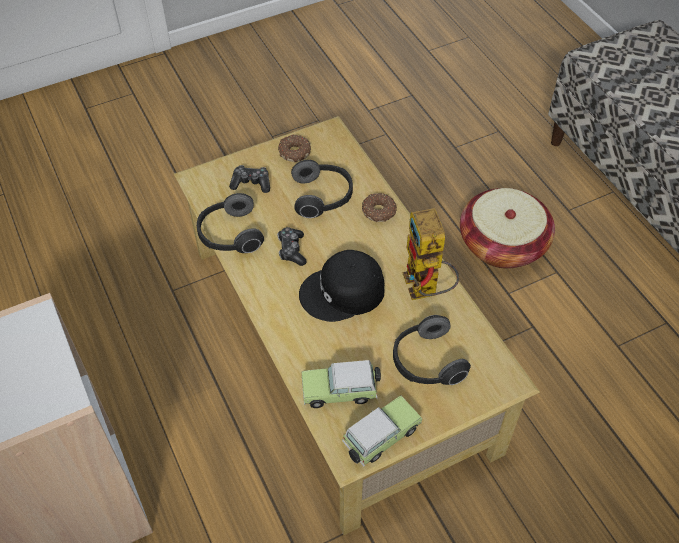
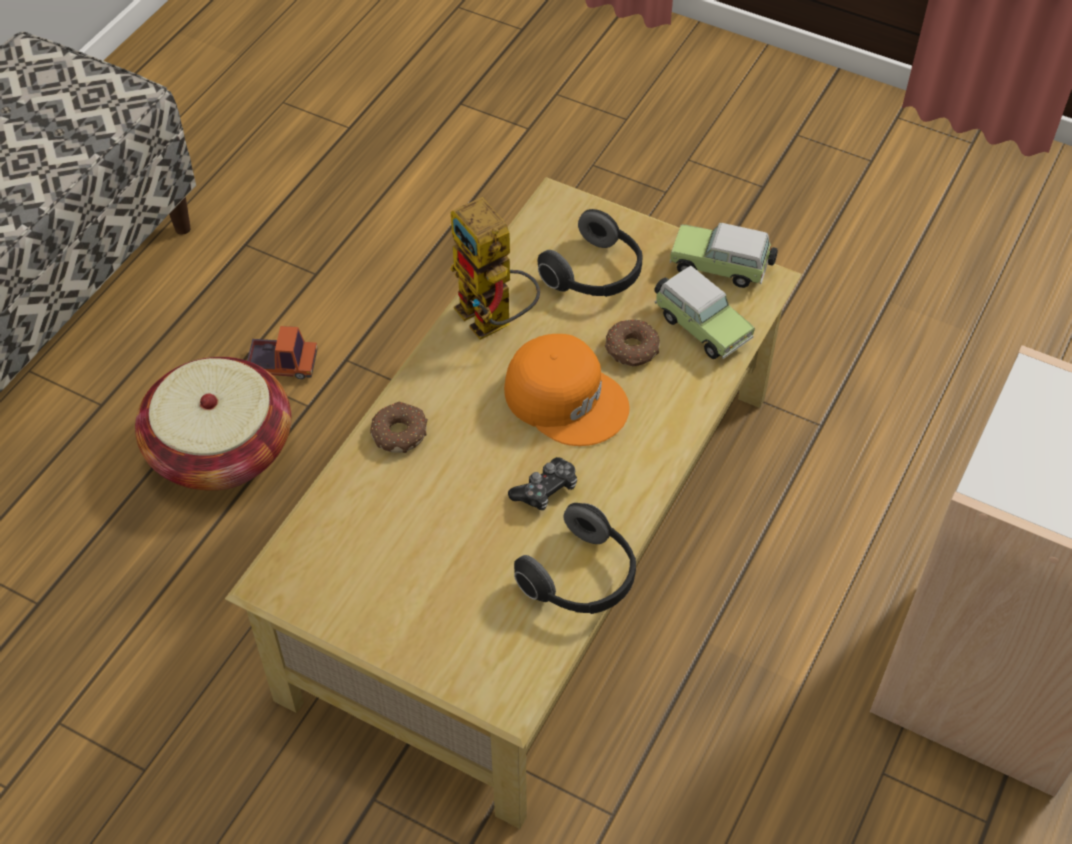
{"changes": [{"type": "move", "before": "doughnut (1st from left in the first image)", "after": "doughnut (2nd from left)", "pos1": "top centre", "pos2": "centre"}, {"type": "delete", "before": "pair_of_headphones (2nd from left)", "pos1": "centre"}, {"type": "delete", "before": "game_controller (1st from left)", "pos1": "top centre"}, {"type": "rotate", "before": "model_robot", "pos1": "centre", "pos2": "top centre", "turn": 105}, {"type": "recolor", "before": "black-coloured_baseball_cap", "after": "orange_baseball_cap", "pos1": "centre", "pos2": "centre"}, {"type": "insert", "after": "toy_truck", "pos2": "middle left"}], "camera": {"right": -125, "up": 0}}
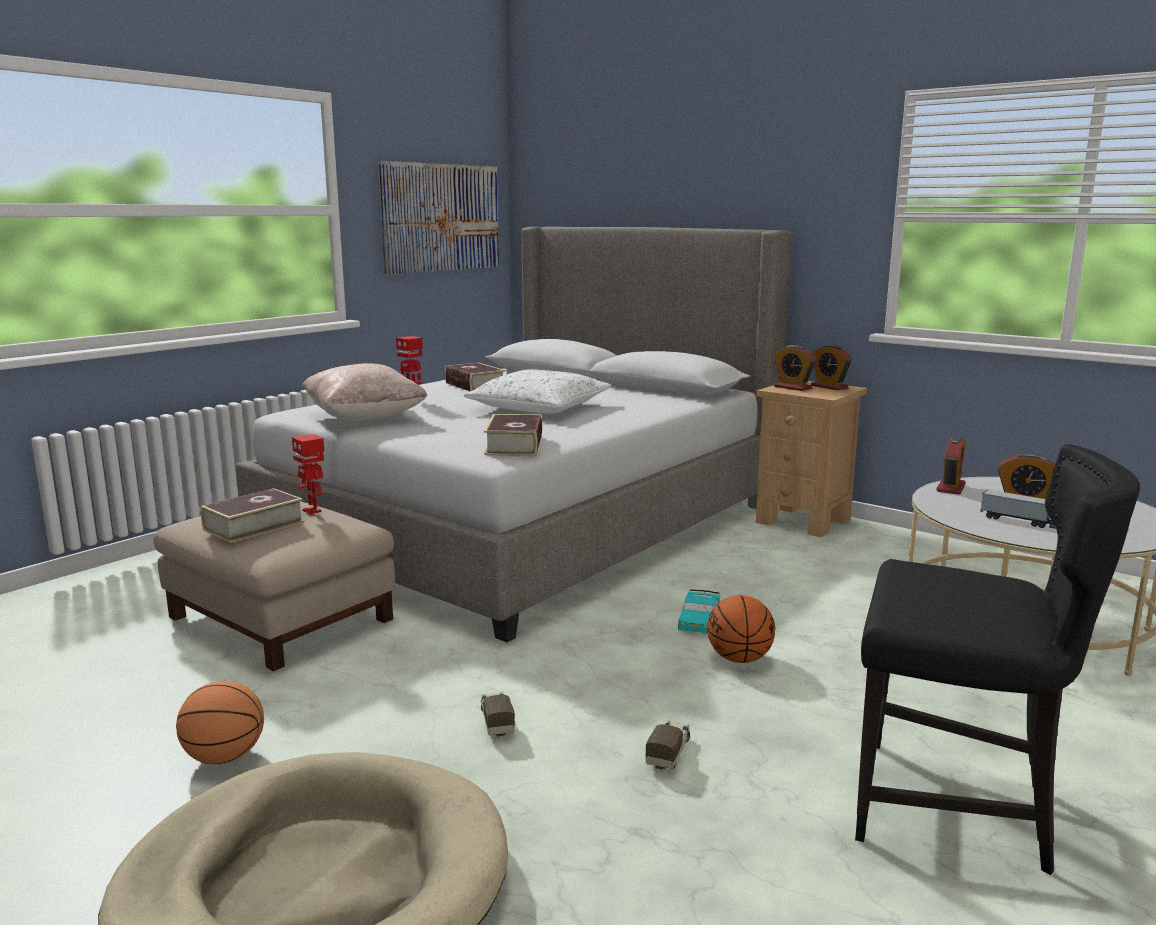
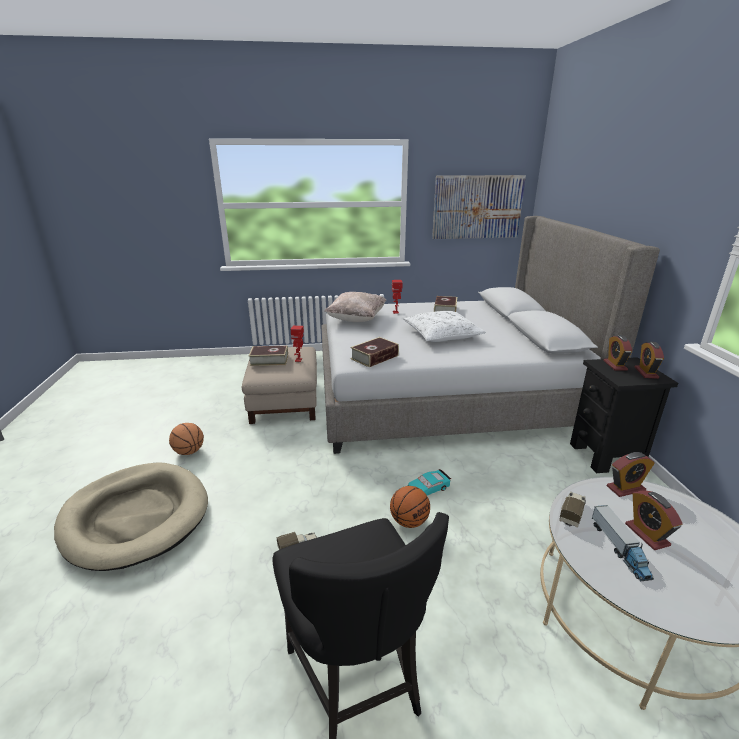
{"changes": [{"type": "recolor", "before": "sand-coloured_night_table", "after": "black-coloured_night_table", "pos1": "middle right", "pos2": "middle right"}, {"type": "move", "before": "toy_truck (1st from left in the first image)", "after": "toy_truck (2nd from left)", "pos1": "bottom centre", "pos2": "bottom right"}], "camera": {"right": 45, "up": 10}}
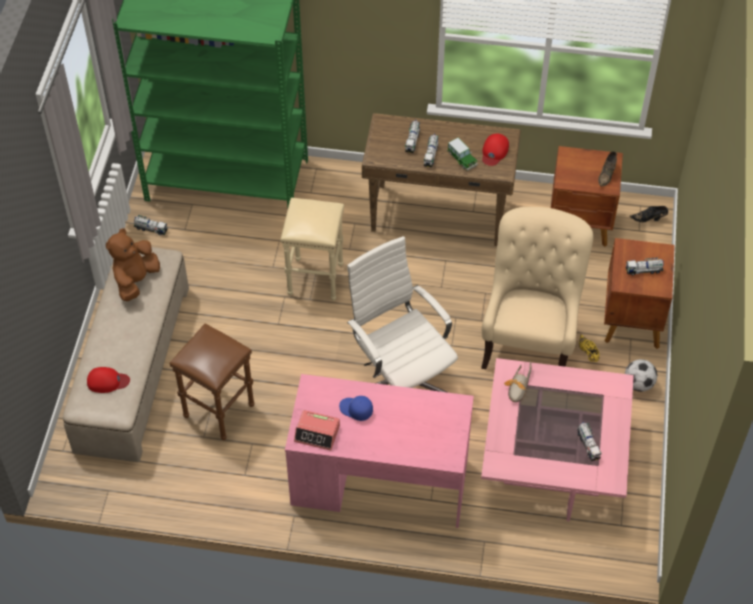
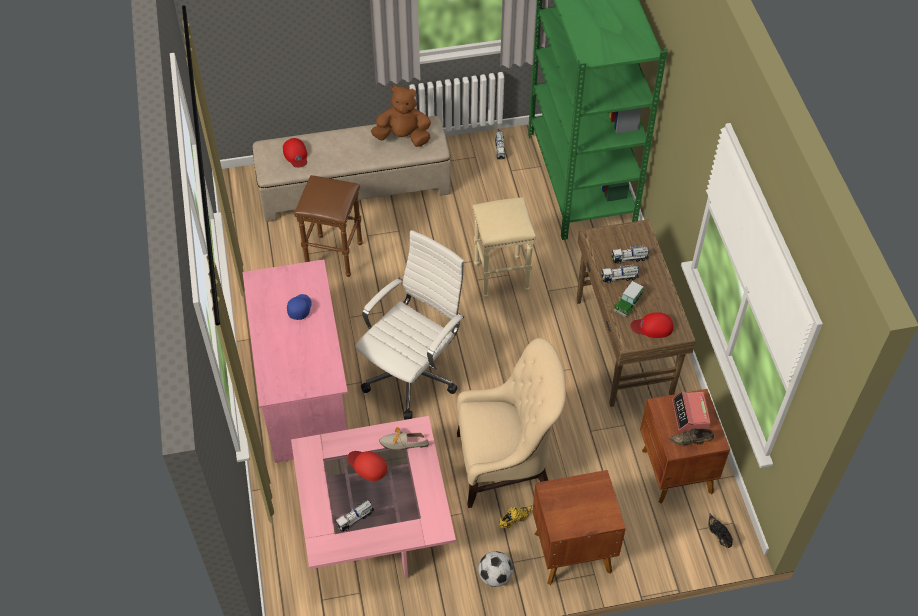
{"changes": [{"type": "delete", "before": "toy_truck (5th from left)", "pos1": "middle right"}, {"type": "move", "before": "bedside_clock", "pos1": "bottom centre", "pos2": "bottom right"}, {"type": "insert", "after": "red_baseball_cap (2nd from left)", "pos2": "bottom centre"}], "camera": {"right": 70, "up": 0}}
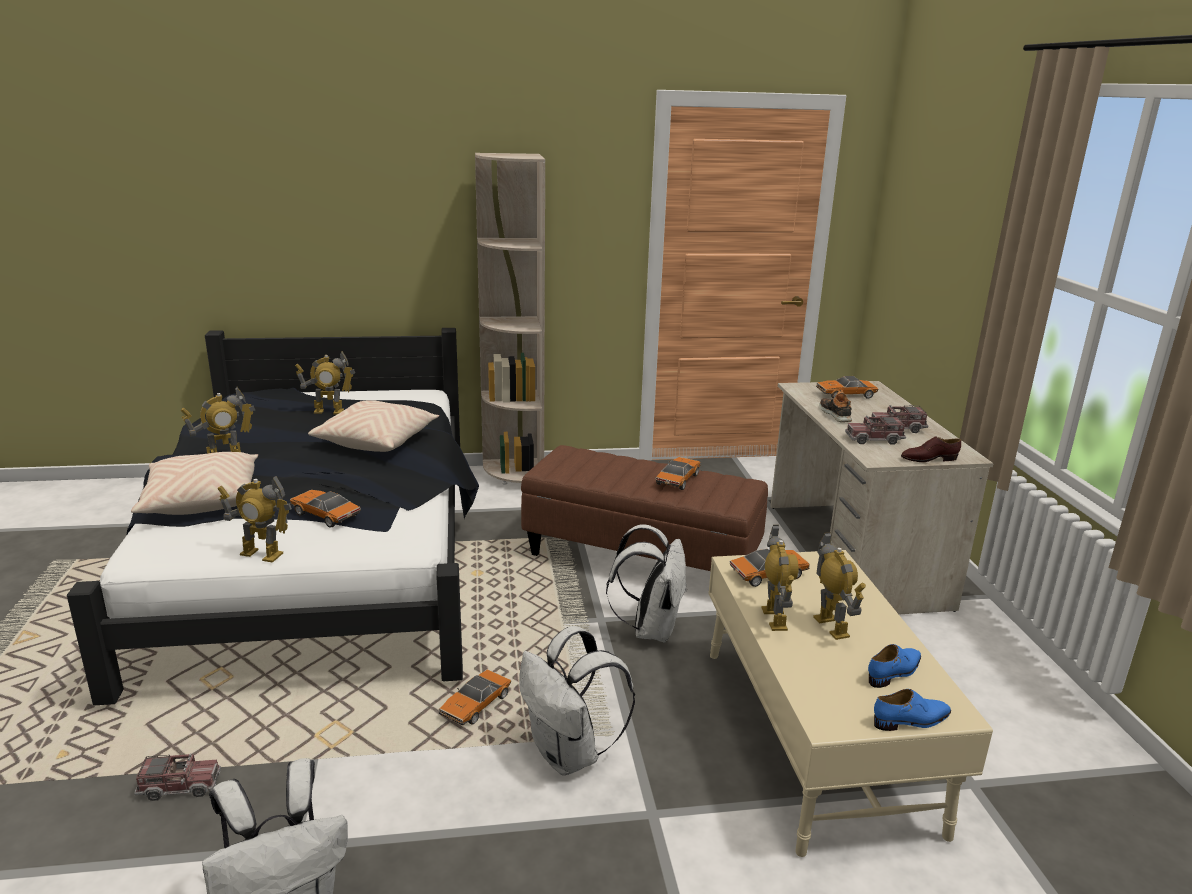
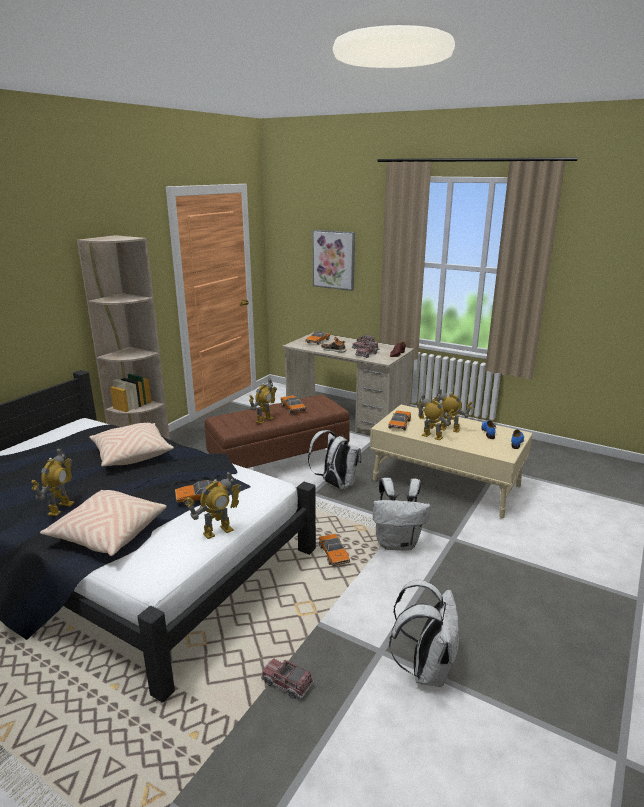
{"changes": [{"type": "move", "before": "model_robot (3rd from left)", "pos1": "middle left", "pos2": "centre"}, {"type": "rotate", "before": "toy_truck (1st from left)", "pos1": "bottom left", "pos2": "bottom centre", "turn": -90}, {"type": "insert", "after": "picture", "pos2": "top centre"}], "camera": {"right": -50, "up": 0}}
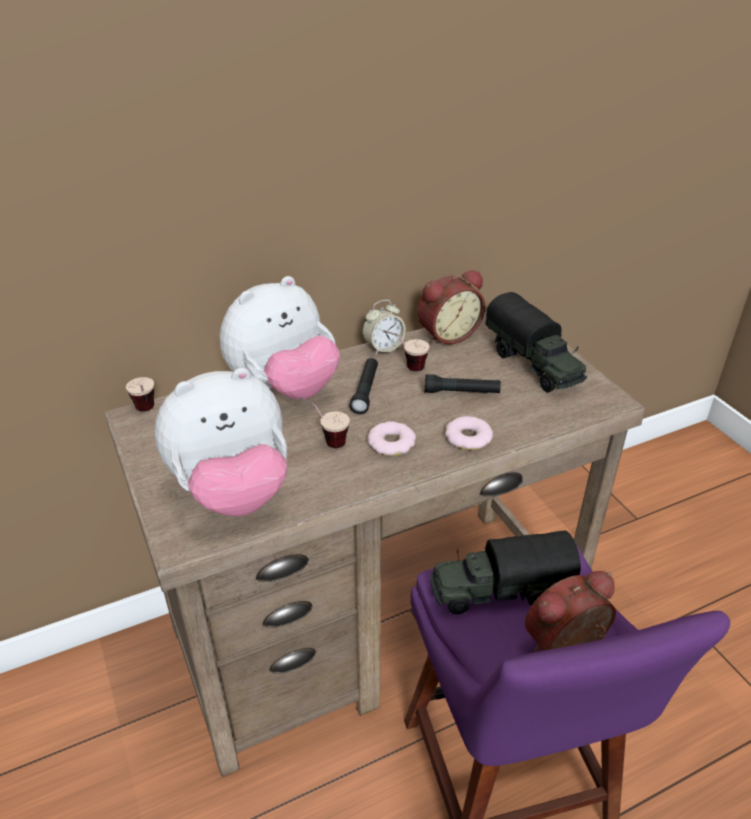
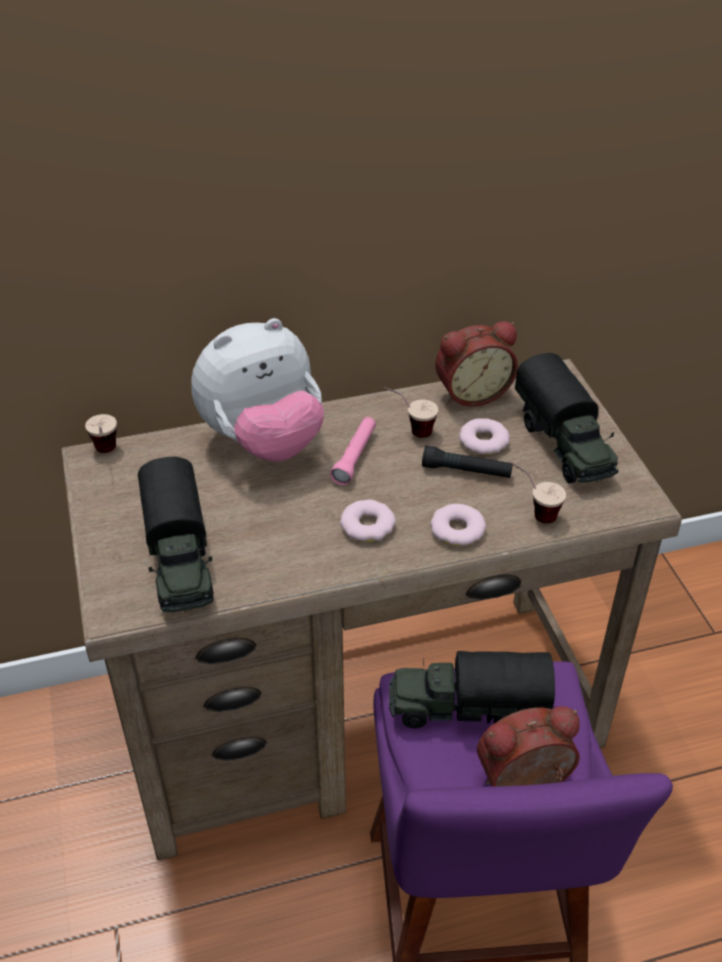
{"changes": [{"type": "delete", "before": "bedside_clock (1st from left)", "pos1": "centre"}, {"type": "recolor", "before": "black-coloured_torch (1st from left)", "after": "pinkish_torch", "pos1": "centre", "pos2": "centre"}, {"type": "replace", "before": "cuddly_toy (1st from left)", "after": "toy_truck (1st from left)", "pos1": "middle left", "pos2": "middle left"}, {"type": "move", "before": "cup (2nd from left in the first image)", "after": "cup (3rd from left)", "pos1": "centre", "pos2": "middle right"}, {"type": "insert", "after": "doughnut (3rd from left)", "pos2": "middle right"}], "camera": {"right": 10, "up": 5}}
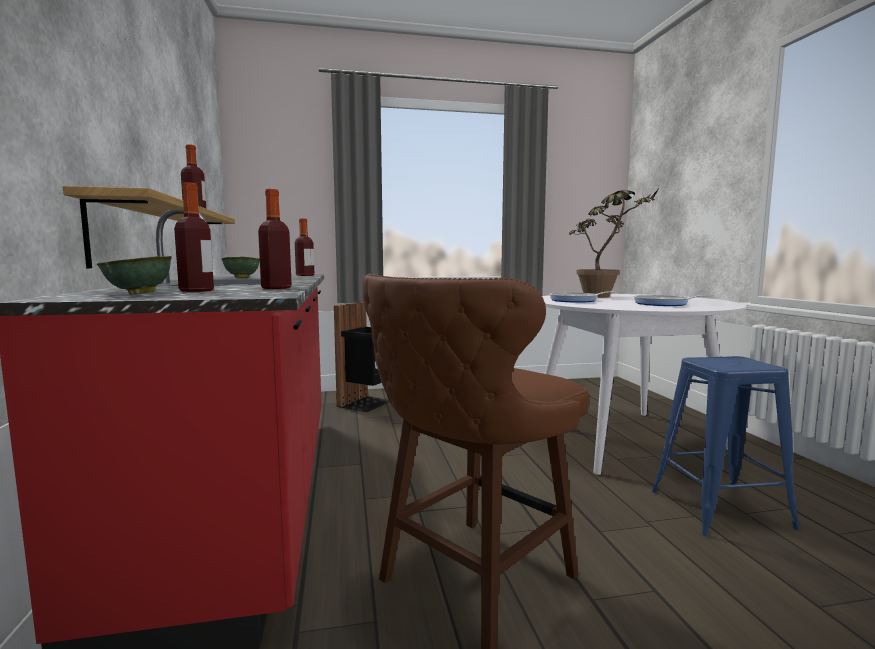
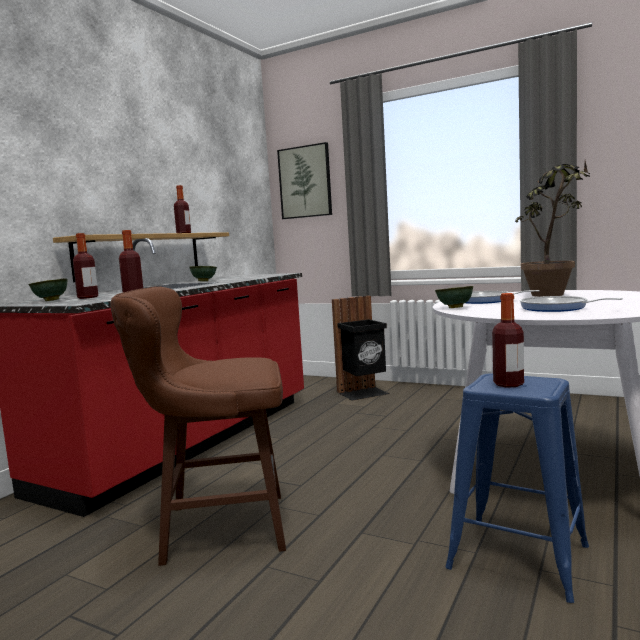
{"changes": [{"type": "move", "before": "bottle (4th from left)", "pos1": "centre", "pos2": "middle right"}, {"type": "insert", "after": "picture", "pos2": "top centre"}, {"type": "insert", "after": "greenish_serving_bowl (3rd from left)", "pos2": "middle right"}], "camera": {"right": 40, "up": 0}}
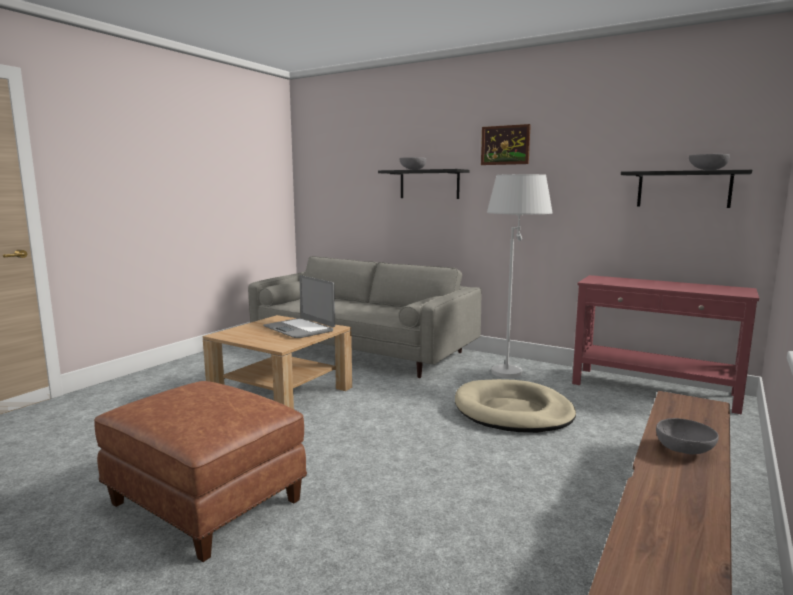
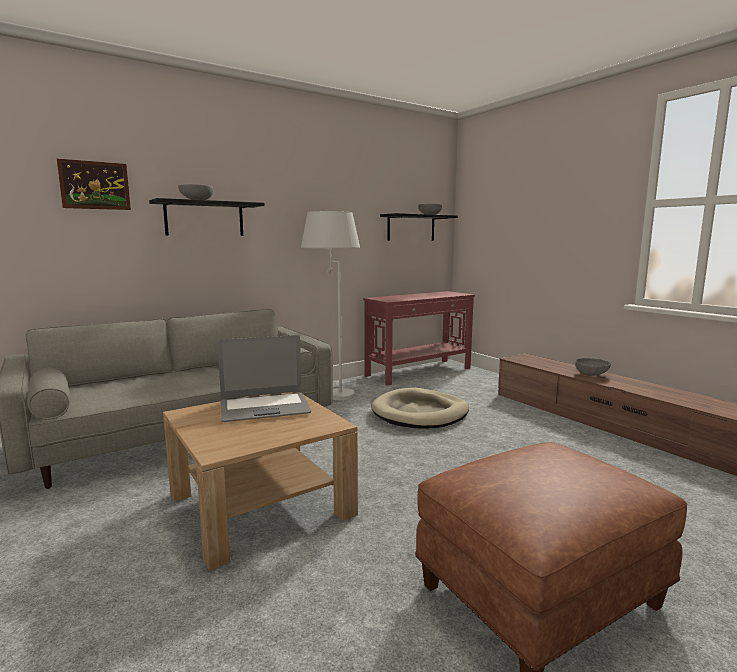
{"changes": [{"type": "move", "before": "picture", "pos1": "top centre", "pos2": "top left"}], "camera": {"right": -65, "up": 0}}
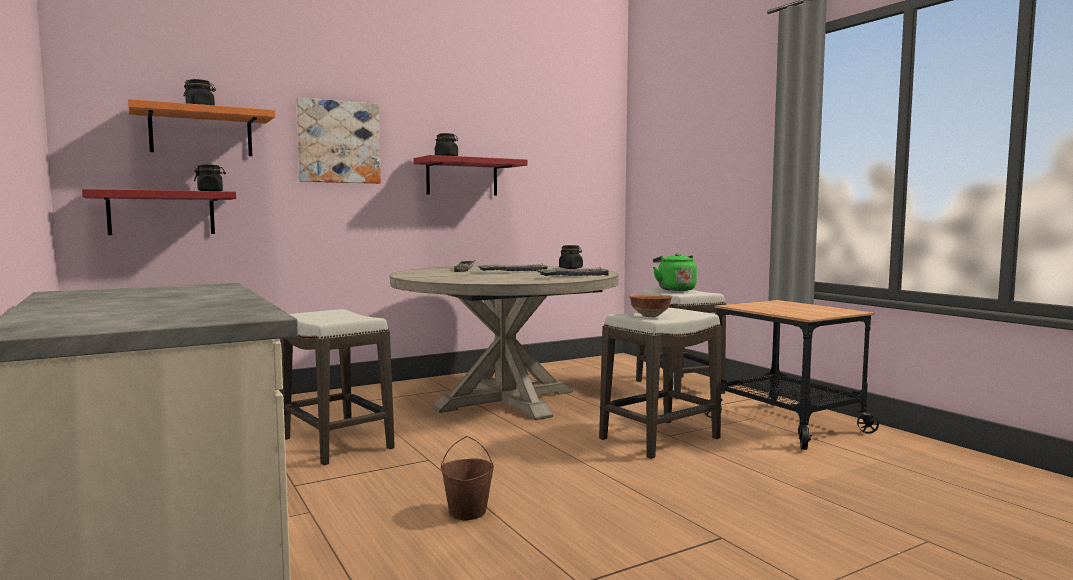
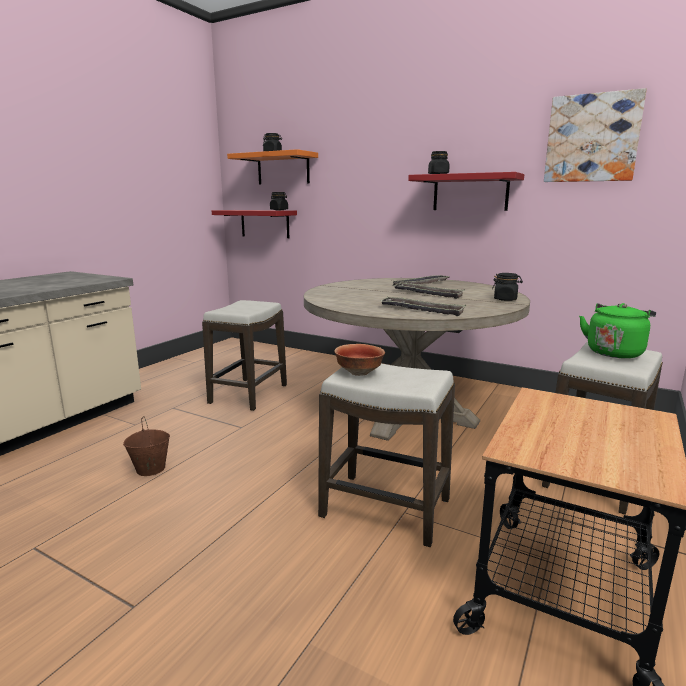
{"changes": [{"type": "move", "before": "picture", "pos1": "top left", "pos2": "top right"}], "camera": {"right": 60, "up": 10}}
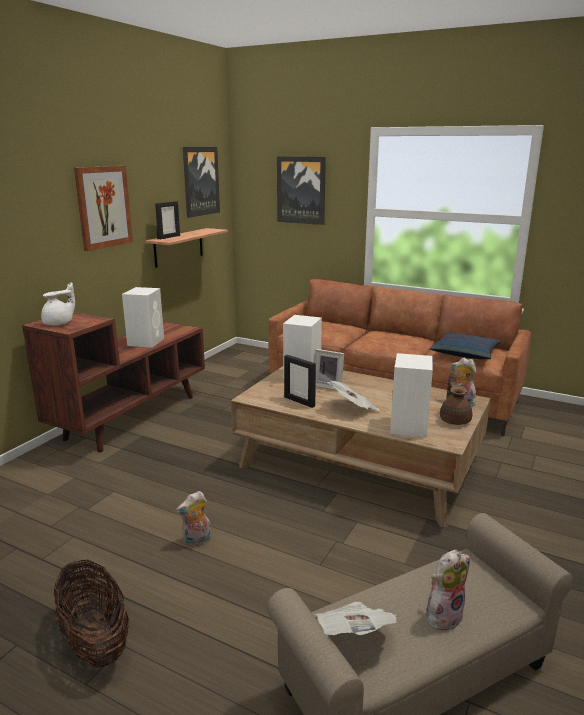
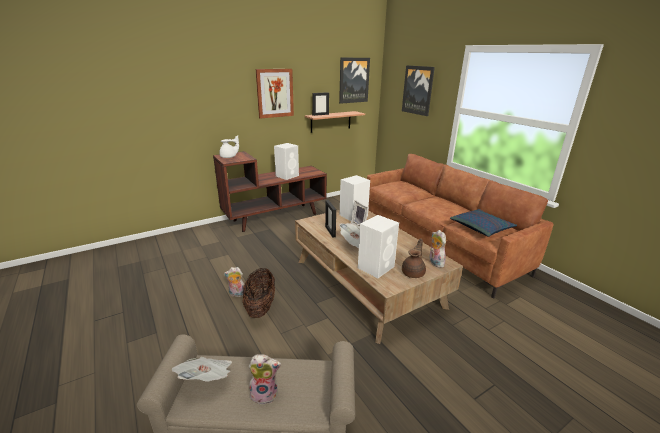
{"changes": [{"type": "move", "before": "household_basket", "pos1": "bottom left", "pos2": "bottom centre"}], "camera": {"right": 30, "up": 5}}
